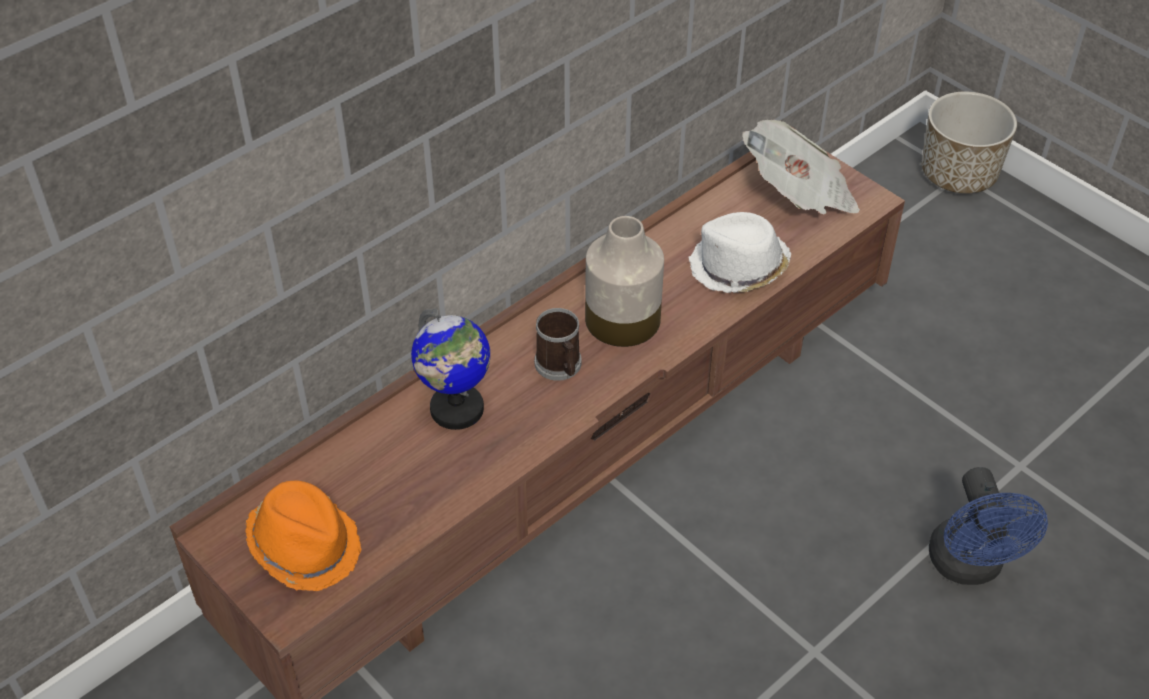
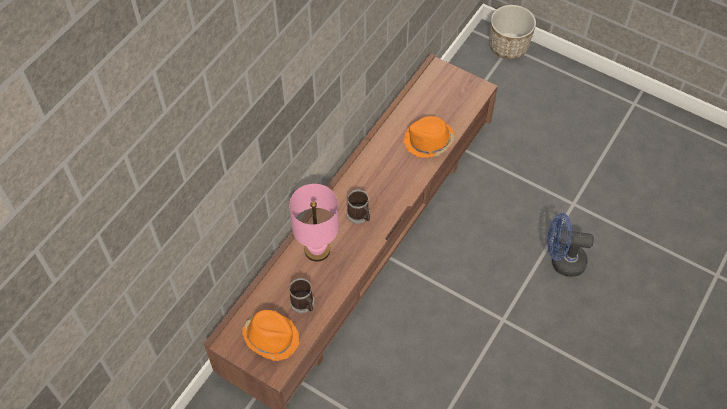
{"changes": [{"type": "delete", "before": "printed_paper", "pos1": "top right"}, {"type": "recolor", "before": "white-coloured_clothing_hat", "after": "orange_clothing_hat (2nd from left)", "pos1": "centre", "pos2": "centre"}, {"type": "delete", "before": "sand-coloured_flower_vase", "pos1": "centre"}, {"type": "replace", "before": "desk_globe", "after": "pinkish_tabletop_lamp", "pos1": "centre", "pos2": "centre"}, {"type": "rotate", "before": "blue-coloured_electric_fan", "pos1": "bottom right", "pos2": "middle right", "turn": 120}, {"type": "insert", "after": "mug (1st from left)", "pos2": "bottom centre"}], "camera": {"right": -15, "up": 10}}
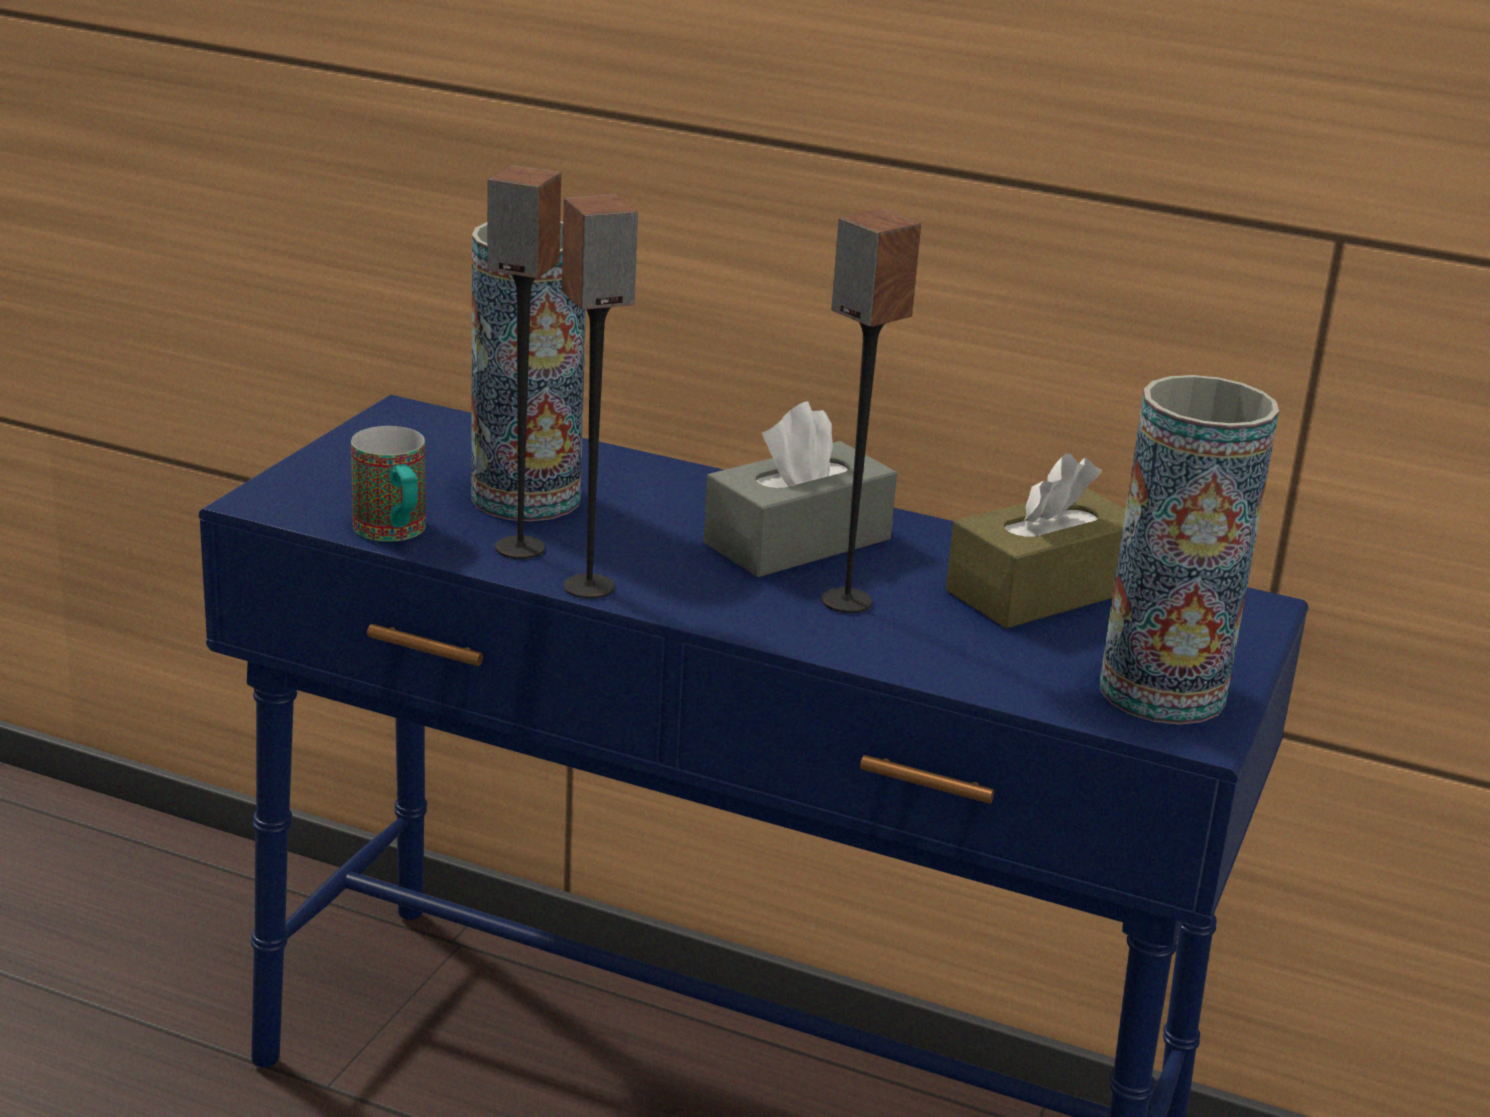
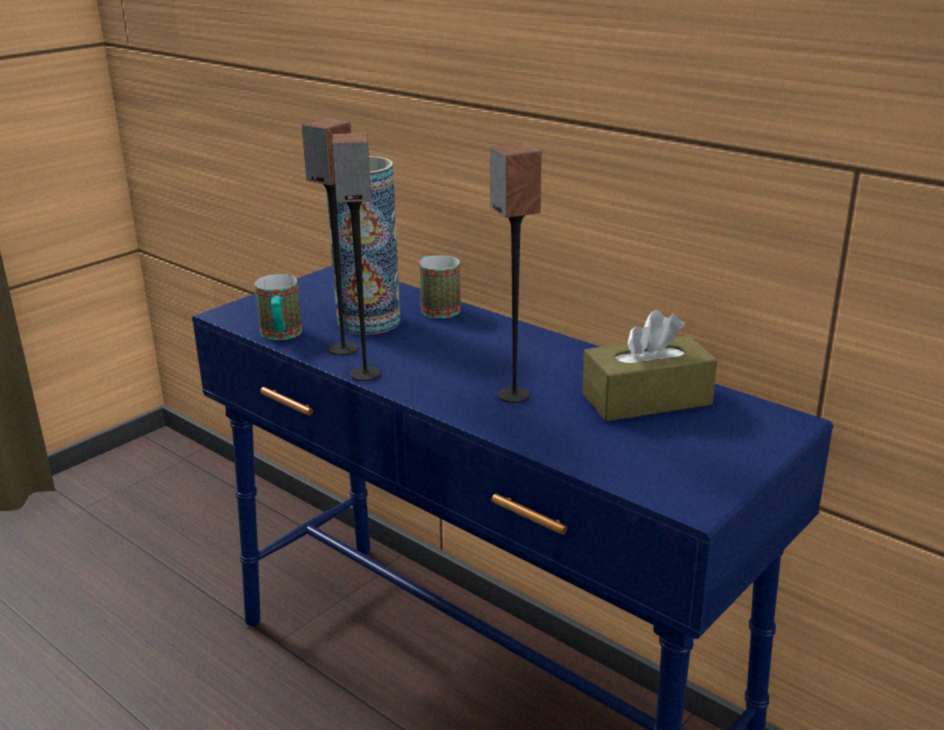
{"changes": [{"type": "delete", "before": "flower_vase (2nd from left)", "pos1": "middle right"}, {"type": "delete", "before": "gray_box_of_tissues", "pos1": "centre"}, {"type": "insert", "after": "mug (2nd from left)", "pos2": "centre"}], "camera": {"right": 20, "up": 0}}
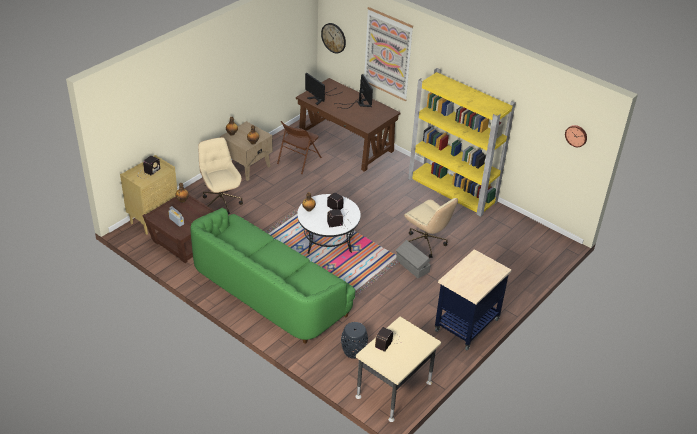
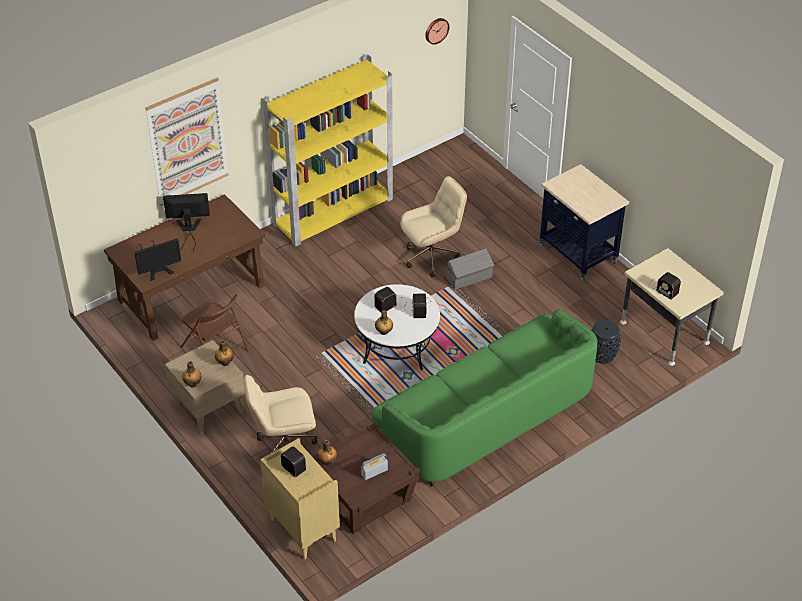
{"changes": [{"type": "delete", "before": "hanging_clock (1st from left)", "pos1": "top centre"}], "camera": {"right": -75, "up": 5}}
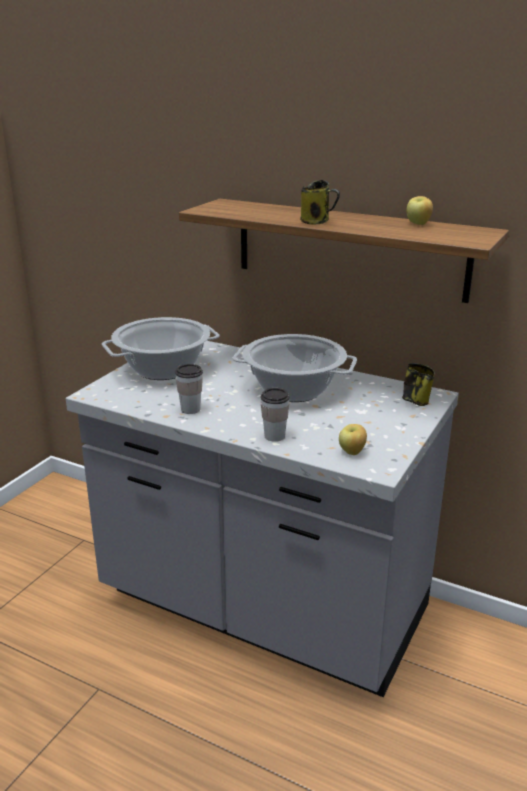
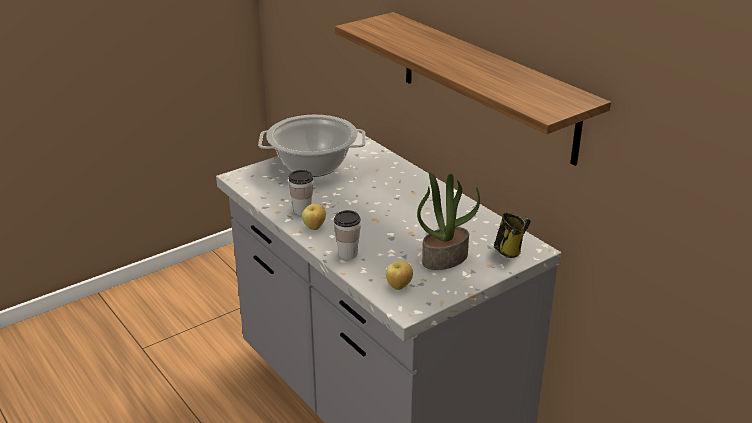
{"changes": [{"type": "delete", "before": "mug (1st from left)", "pos1": "top centre"}, {"type": "move", "before": "apple (2nd from left in the first image)", "after": "apple (1st from left)", "pos1": "top right", "pos2": "centre"}, {"type": "delete", "before": "saucepot (2nd from left)", "pos1": "centre"}, {"type": "insert", "after": "houseplant", "pos2": "centre"}], "camera": {"right": 25, "up": 5}}
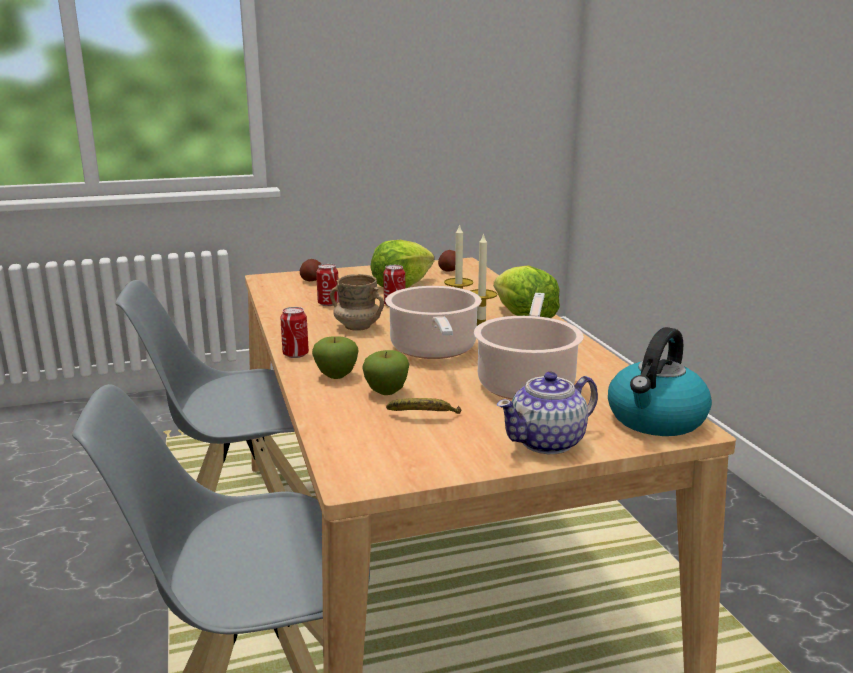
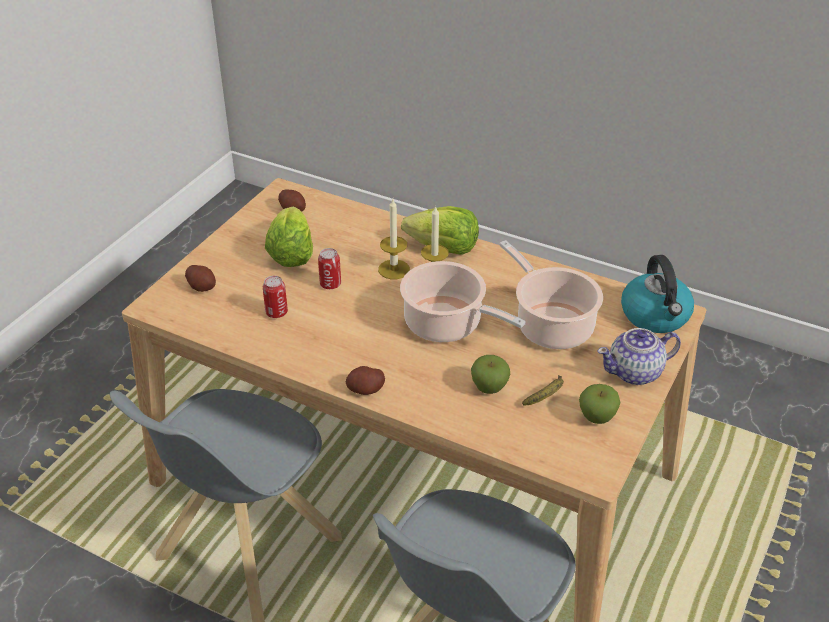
{"changes": [{"type": "delete", "before": "sand-coloured_mug", "pos1": "centre"}, {"type": "replace", "before": "can (1st from left)", "after": "potato (3rd from left)", "pos1": "centre", "pos2": "centre"}, {"type": "move", "before": "apple (1st from left in the first image)", "after": "apple (2nd from left)", "pos1": "centre", "pos2": "middle right"}, {"type": "rotate", "before": "pot_for_tea", "pos1": "centre", "pos2": "middle right", "turn": 60}], "camera": {"right": -45, "up": 20}}
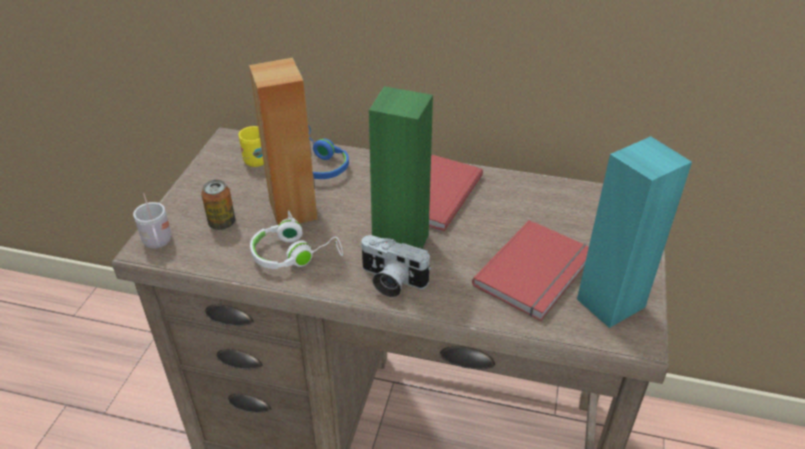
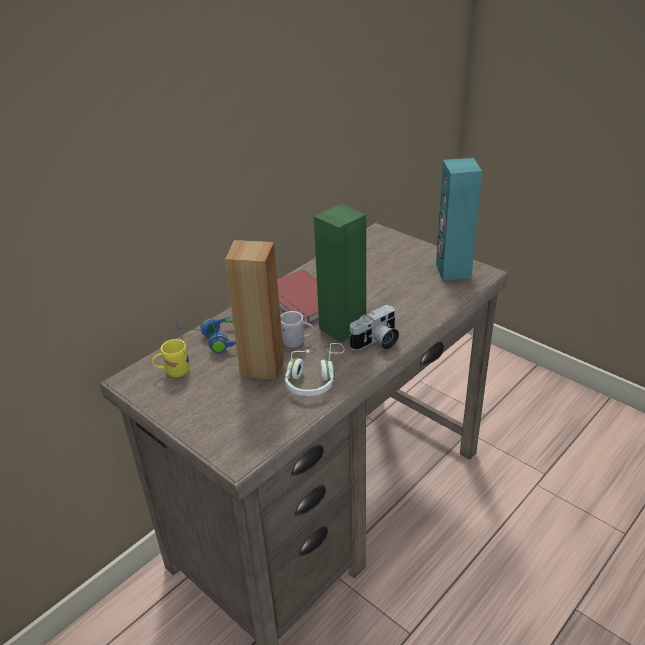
{"changes": [{"type": "delete", "before": "can", "pos1": "middle left"}, {"type": "move", "before": "white-coloured_mug", "pos1": "middle left", "pos2": "centre"}, {"type": "delete", "before": "red_bound_book (2nd from left)", "pos1": "centre"}], "camera": {"right": -60, "up": -5}}
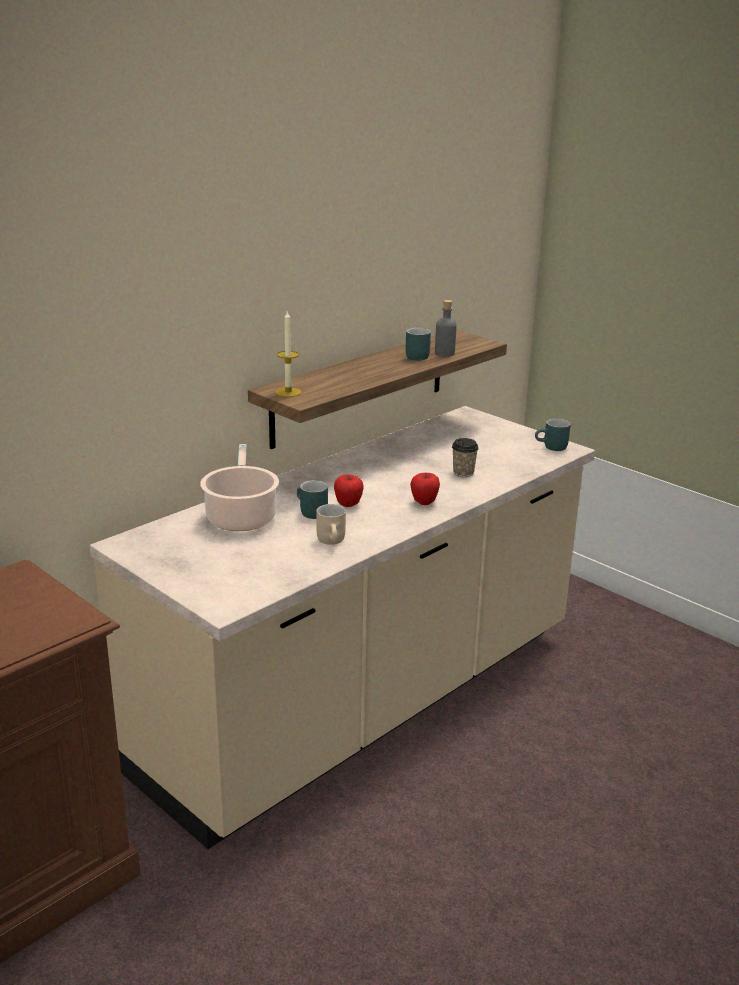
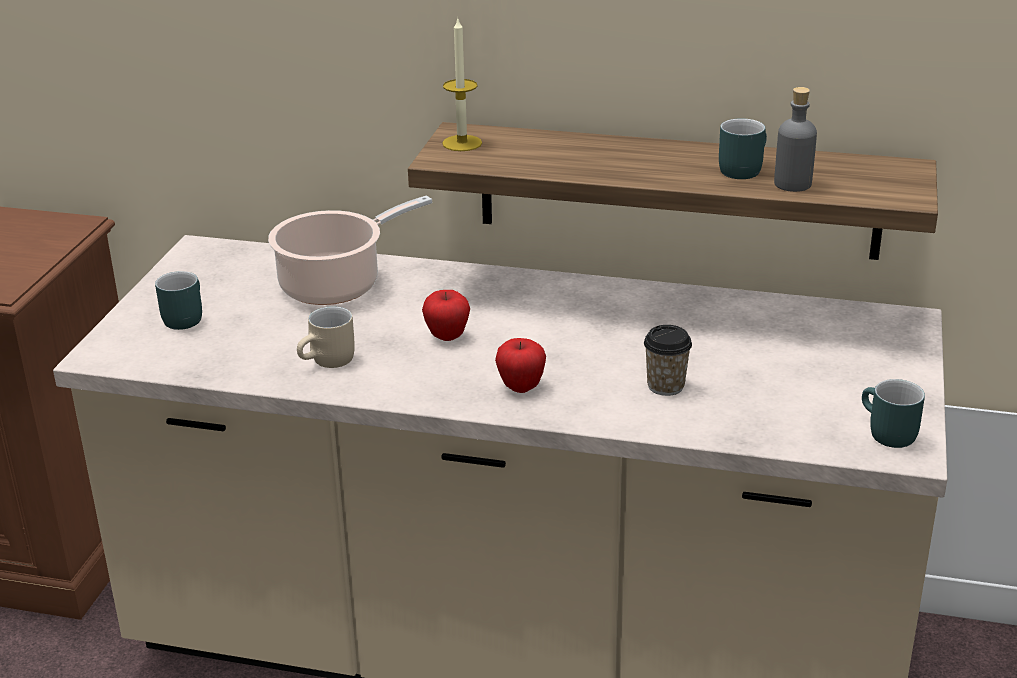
{"changes": [{"type": "move", "before": "blue-green_mug (1st from left)", "pos1": "centre", "pos2": "middle left"}], "camera": {"right": 60, "up": 5}}
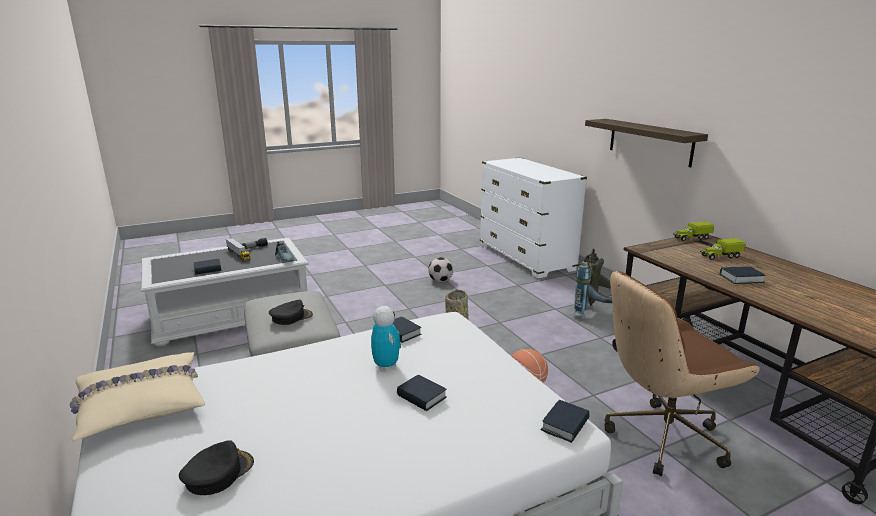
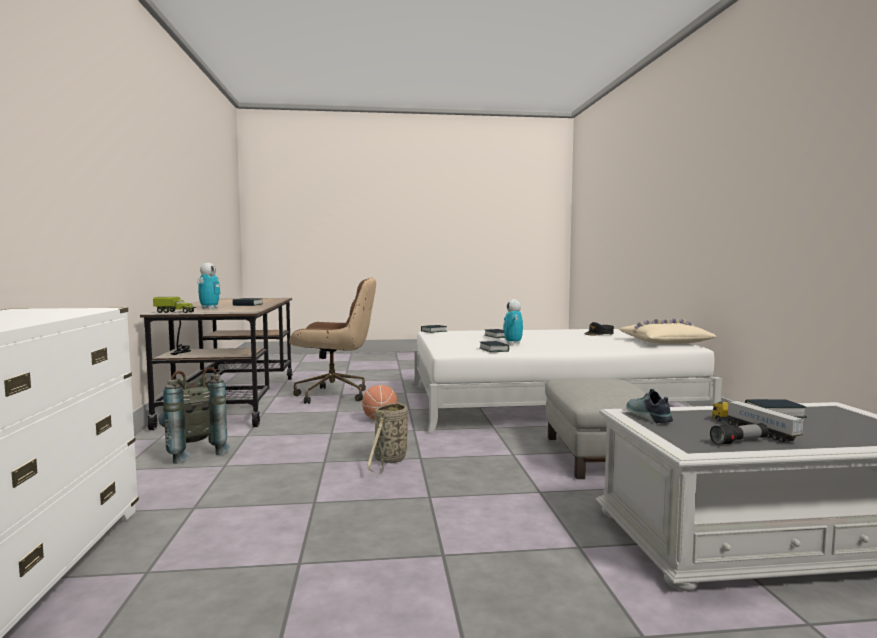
{"changes": [{"type": "delete", "before": "shelf", "pos1": "top right"}, {"type": "replace", "before": "toy_truck (3rd from left)", "after": "model_robot (1st from left)", "pos1": "middle right", "pos2": "middle left"}, {"type": "delete", "before": "football_ball", "pos1": "centre"}, {"type": "delete", "before": "black-coloured_baseball_cap (2nd from left)", "pos1": "middle left"}], "camera": {"right": -160, "up": -15}}
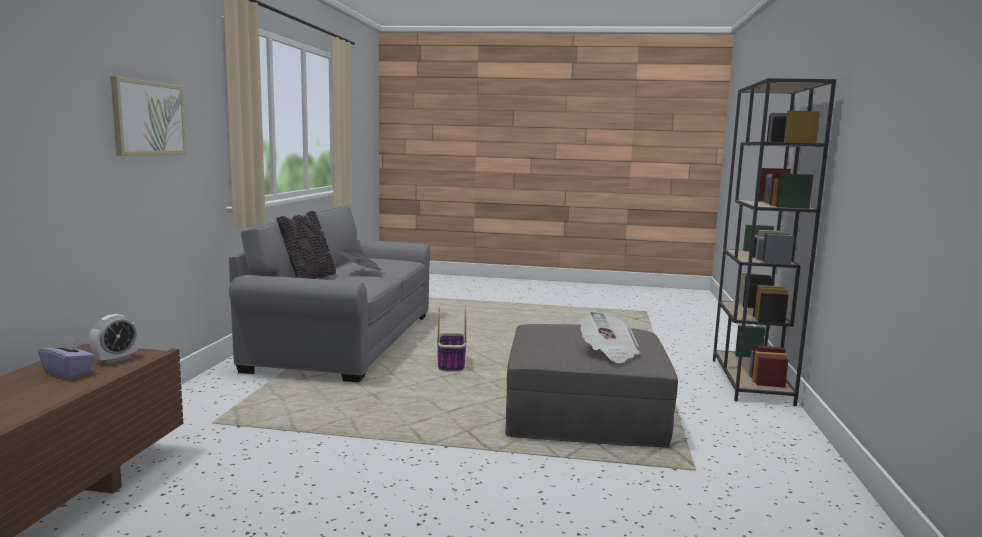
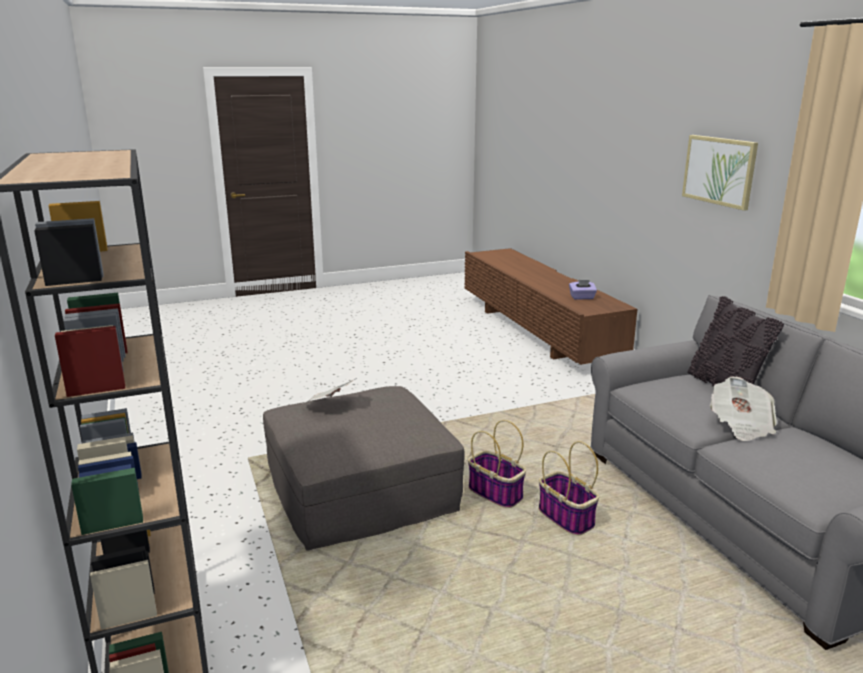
{"changes": [{"type": "delete", "before": "bedside_clock", "pos1": "middle left"}, {"type": "insert", "after": "household_basket (1st from left)", "pos2": "bottom centre"}], "camera": {"right": 150, "up": 10}}
